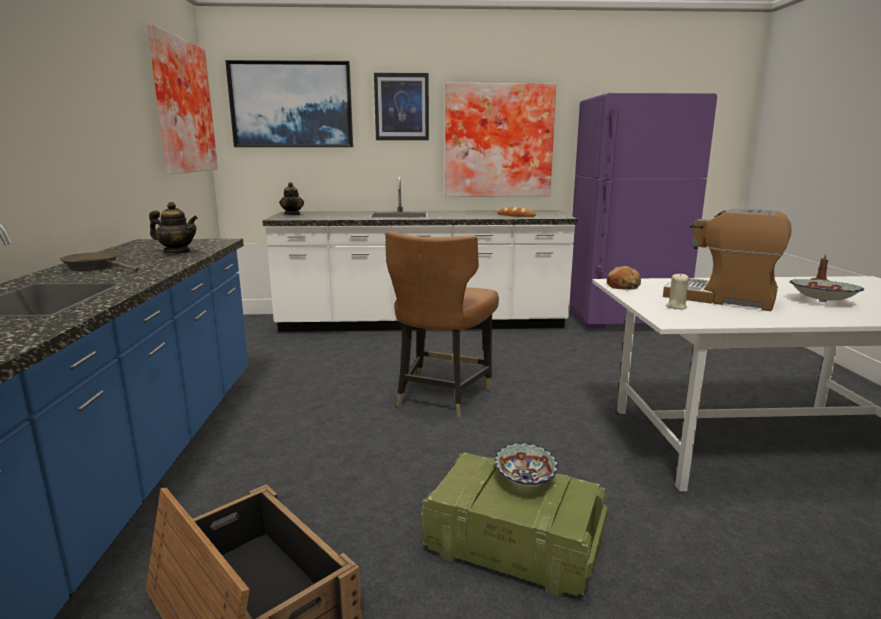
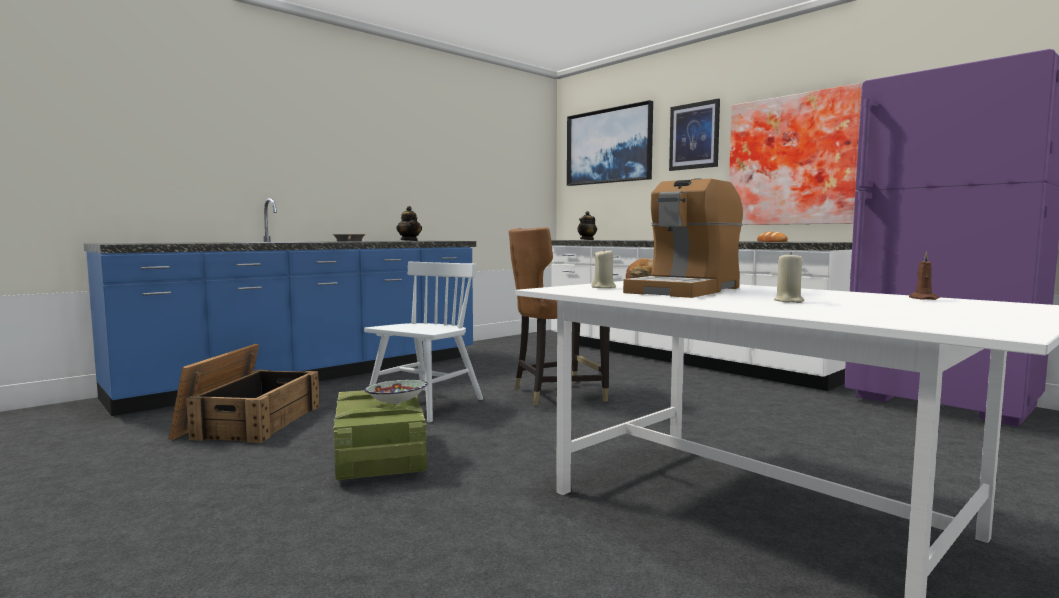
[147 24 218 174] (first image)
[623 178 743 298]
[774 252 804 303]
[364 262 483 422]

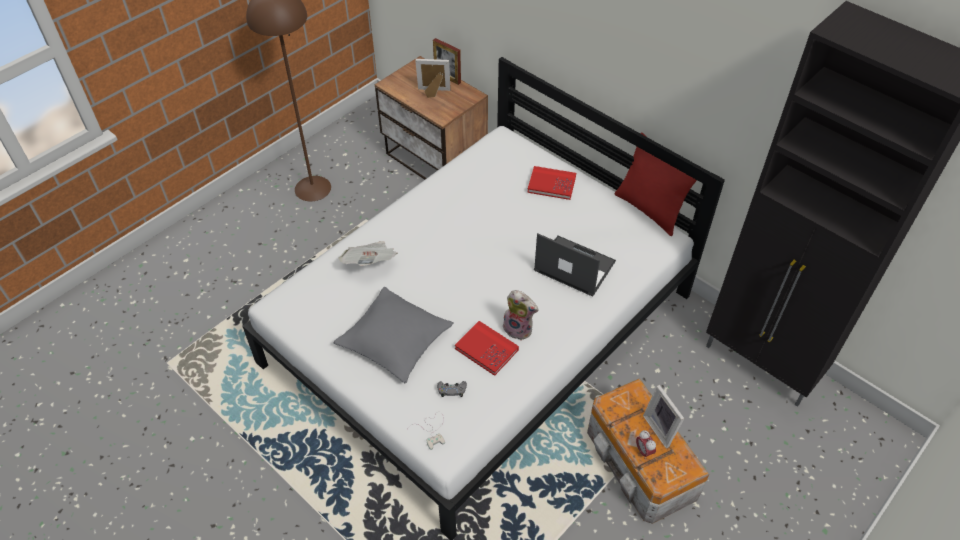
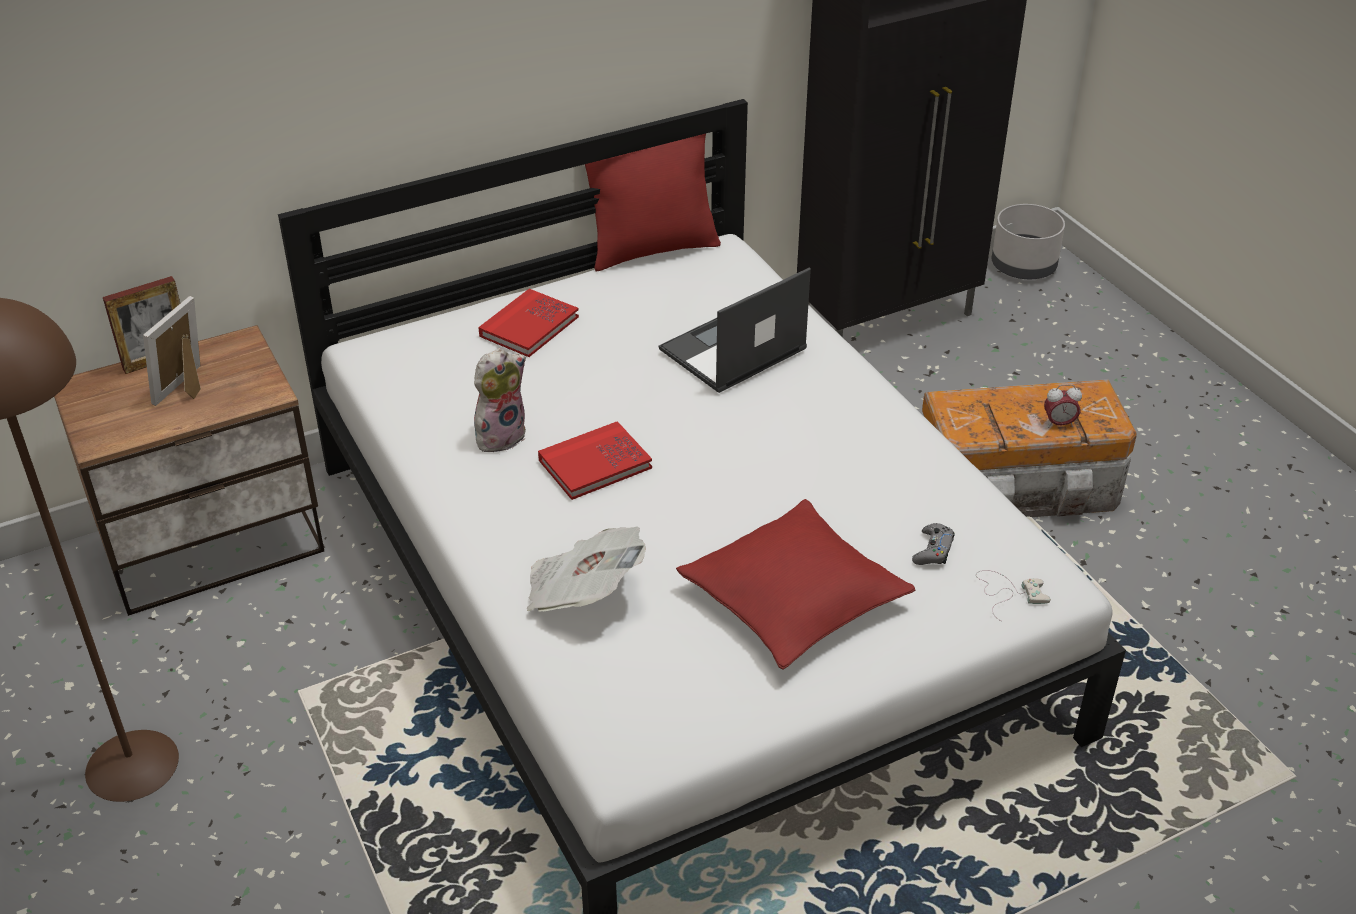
[676 499 916 670]
[538 421 652 500]
[474 348 526 452]
[643 385 684 449] (first image)
[992 204 1065 279]

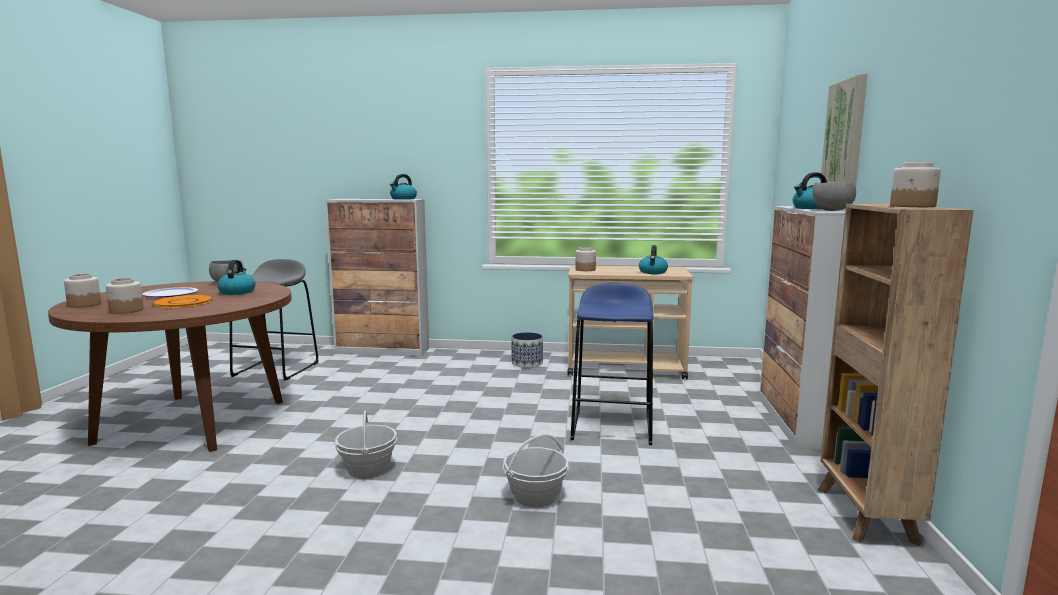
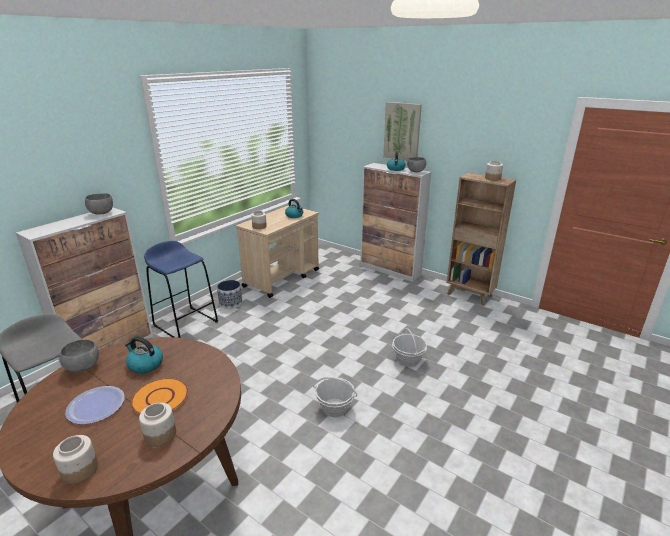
[85 193 113 215]
[144 241 218 338]

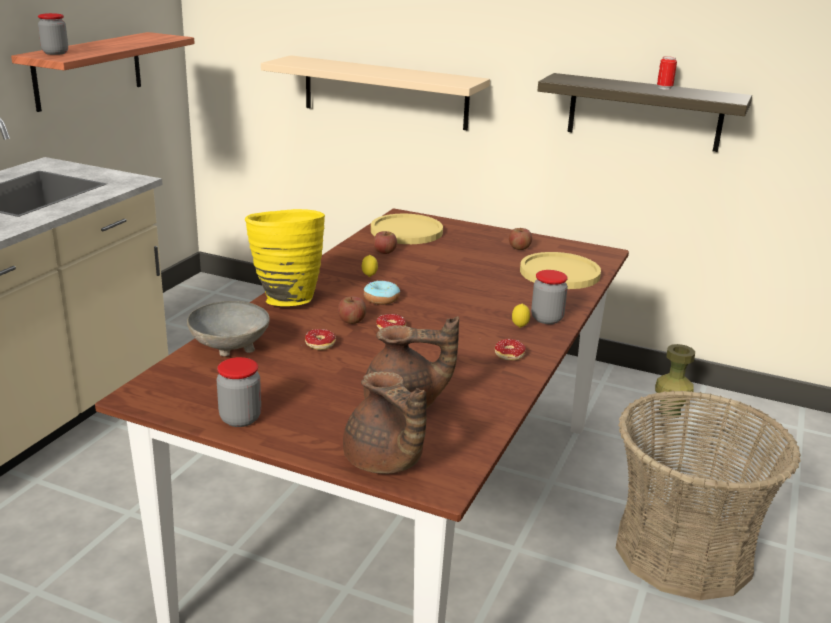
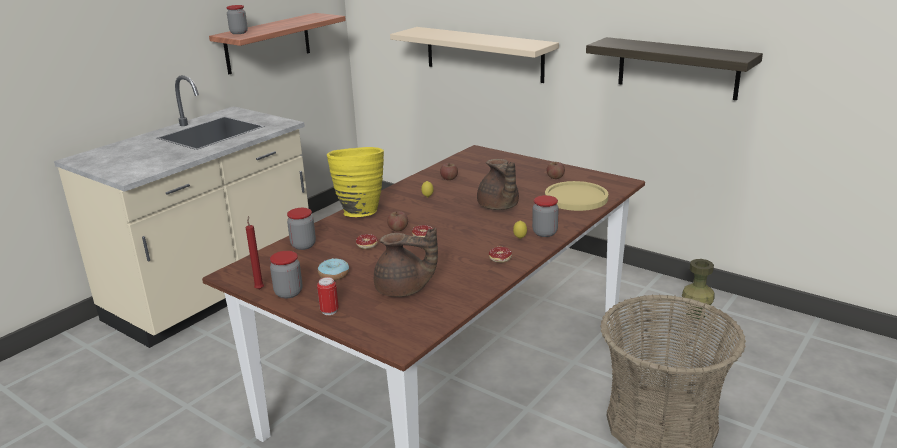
[287 208 316 250]
[477 159 519 210]
[318 258 349 281]
[371 214 443 244] (first image)
[317 277 339 315]
[245 216 264 290]

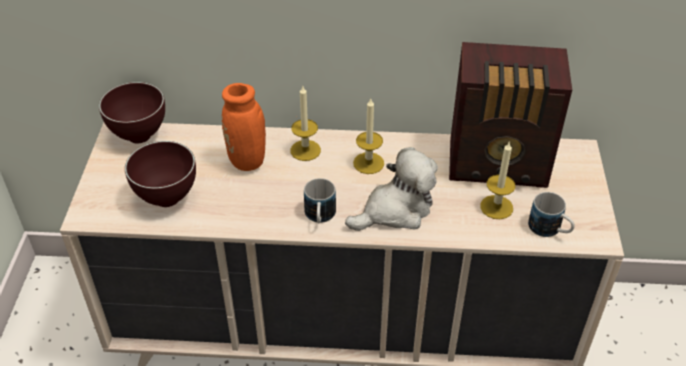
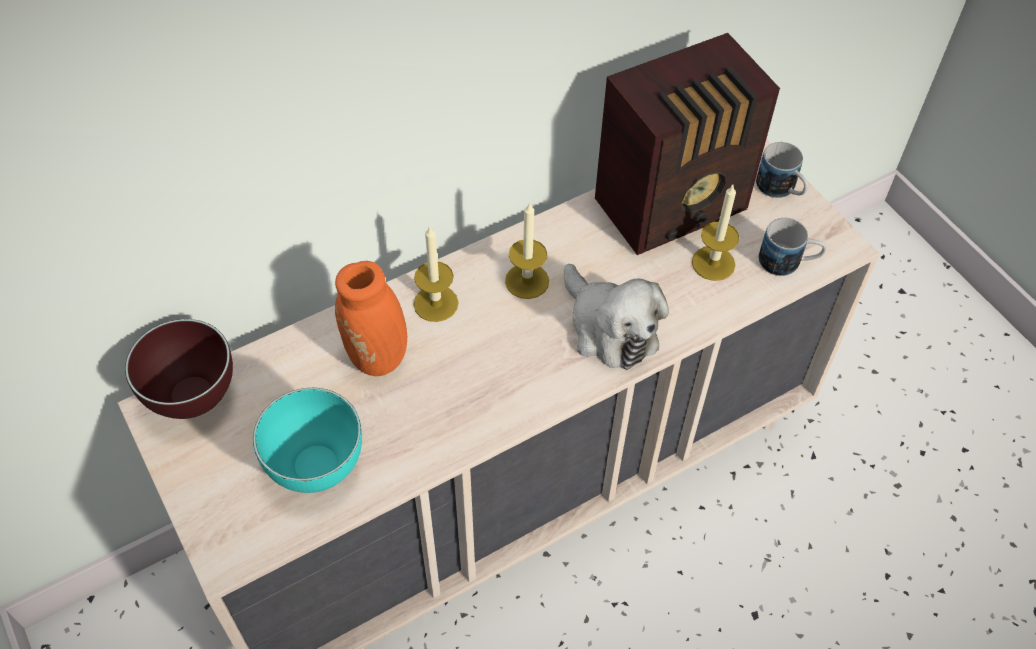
[253 388 362 493]
[756 142 808 198]
[564 264 669 370]

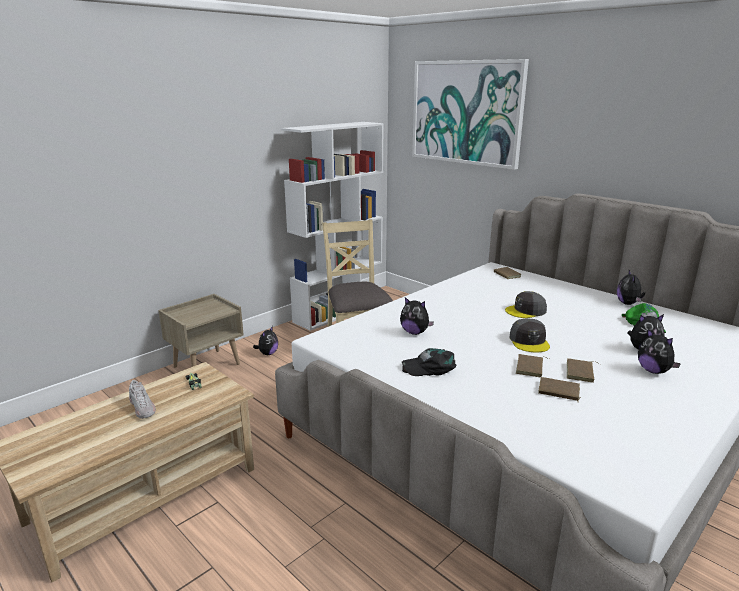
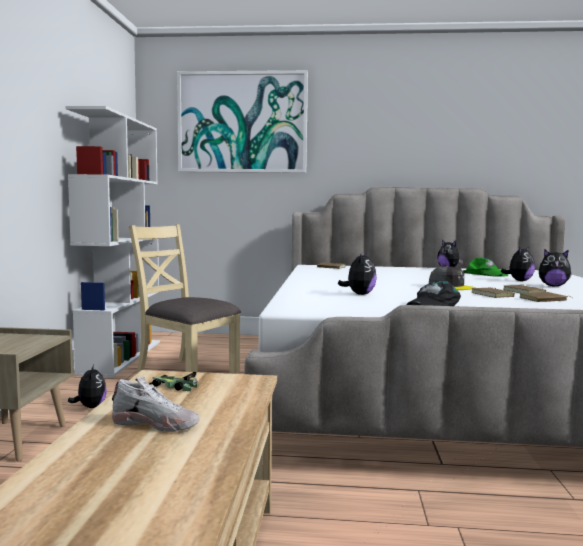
[338 252 377 295]
[505 291 547 318] (first image)

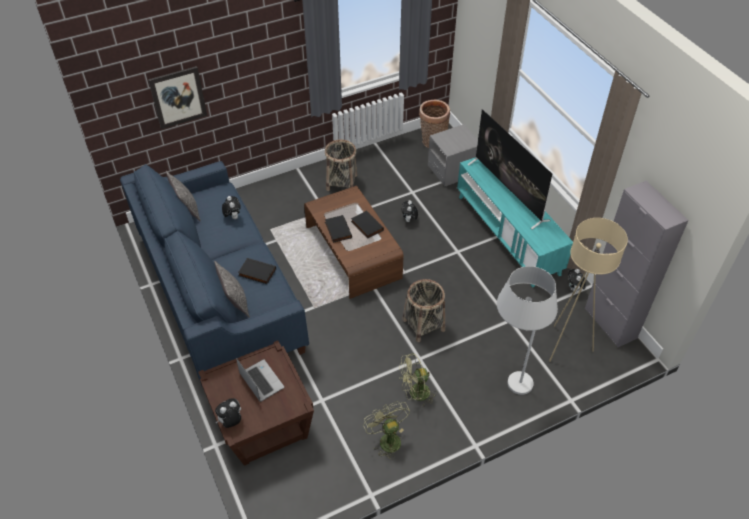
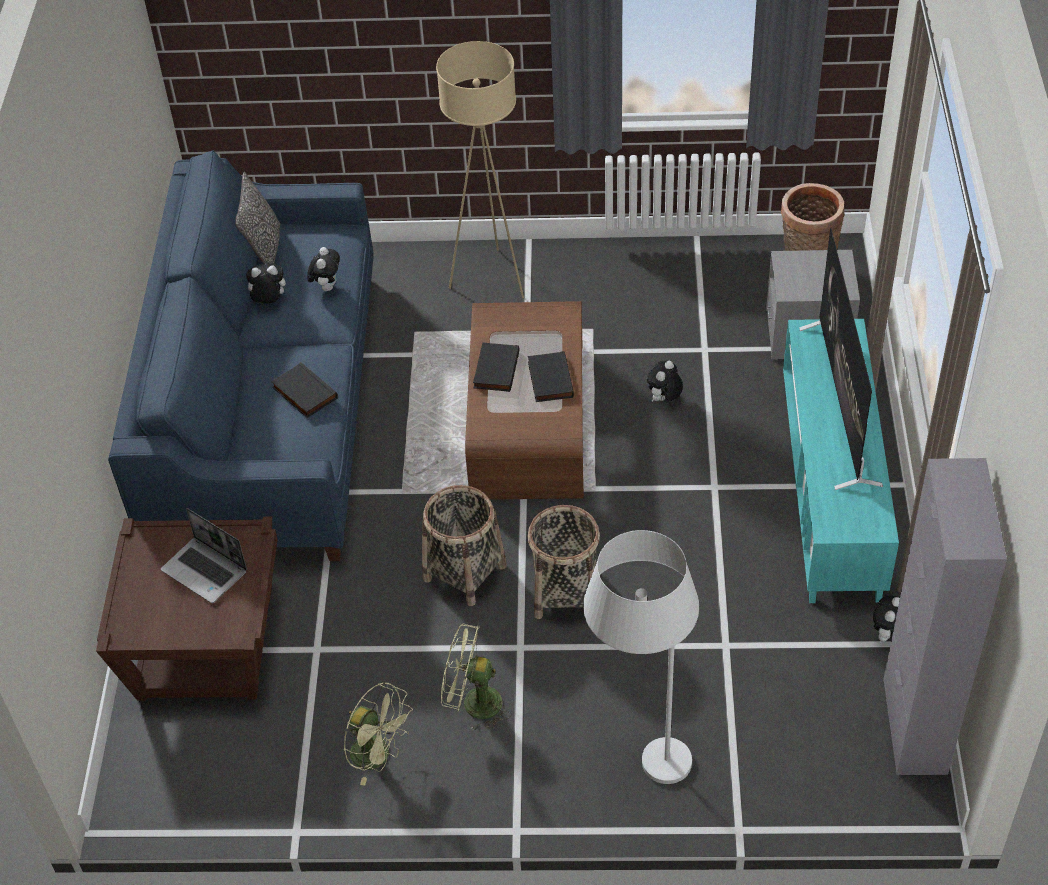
[148 66 207 129] (first image)
[214 261 250 318] (first image)
[246 263 286 303]
[161 508 247 603]
[422 485 507 606]
[344 682 413 786]
[436 41 524 298]

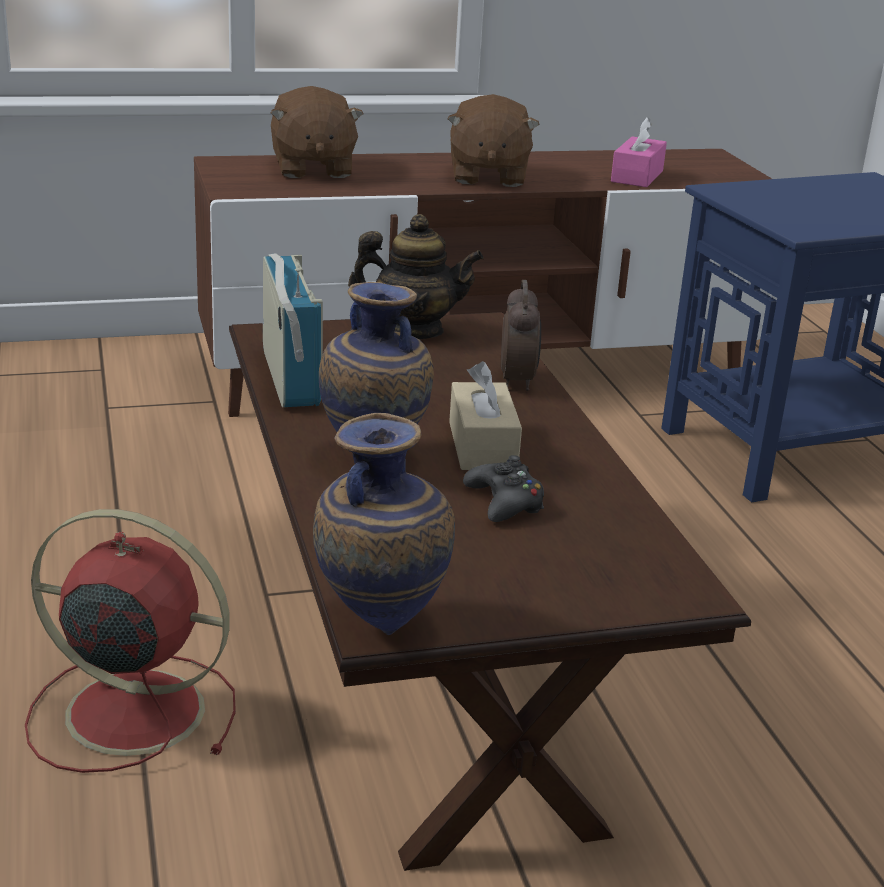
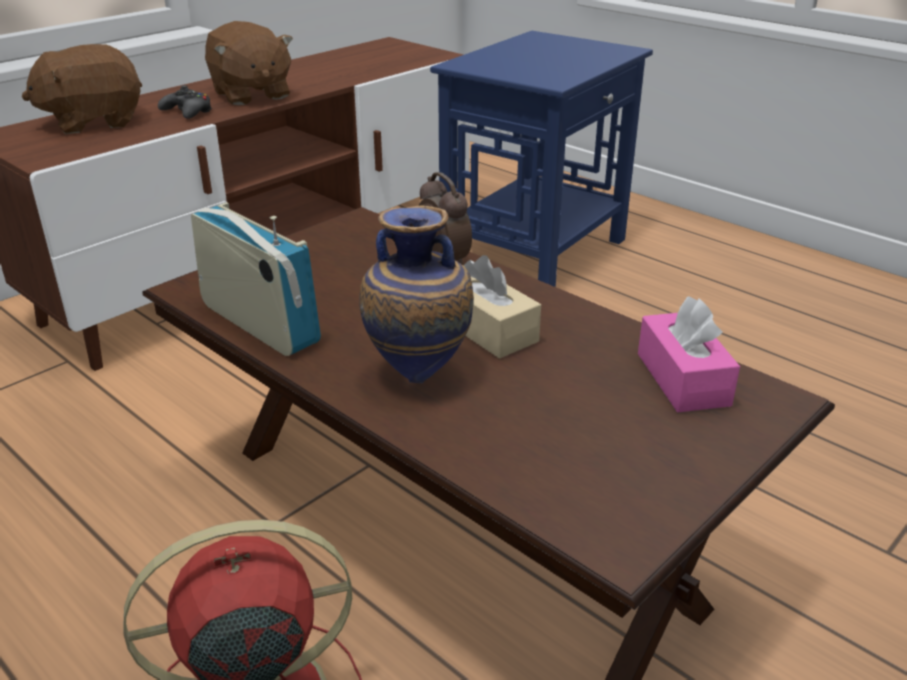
[22 44 142 134]
[313 413 455 635] (first image)
[348 214 484 339] (first image)
[158 85 212 119]
[638 296 740 412]

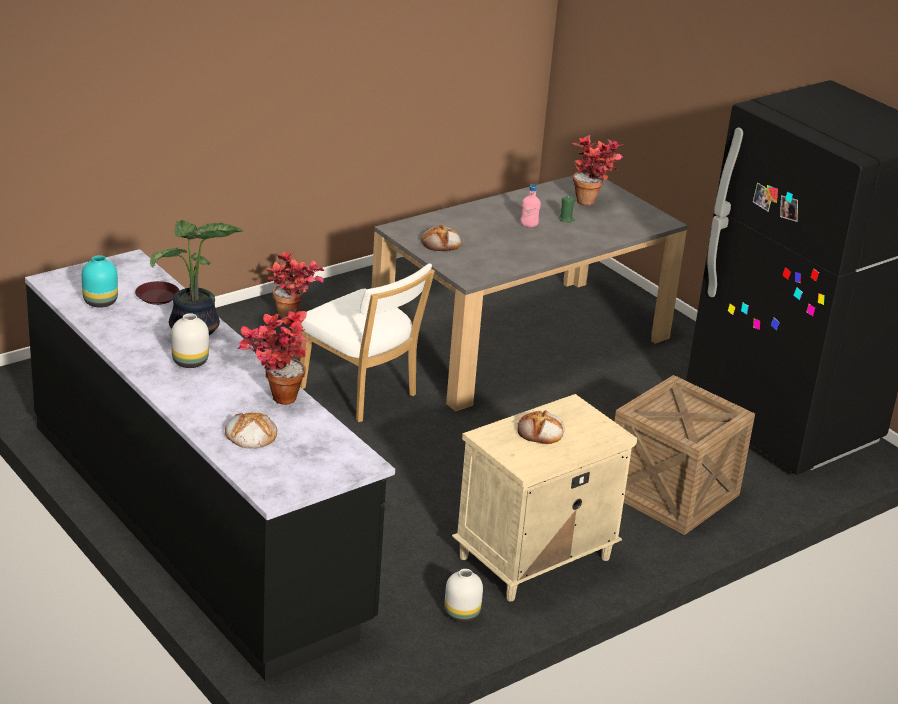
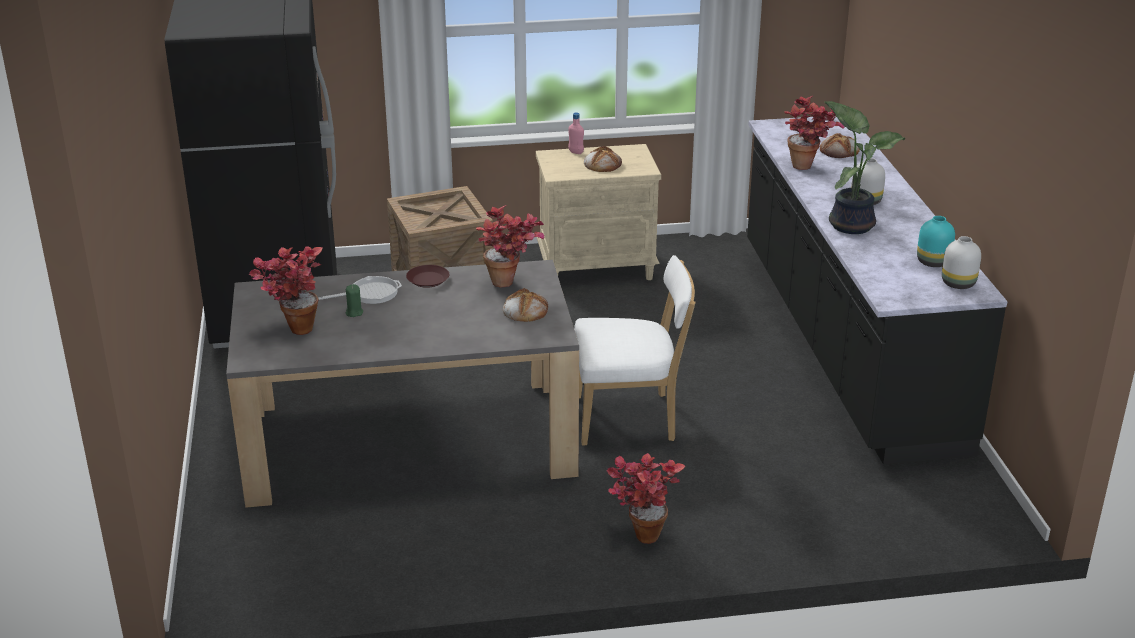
[406 265 449 288]
[574 255 696 446]
[942 236 981 289]
[568 113 584 154]
[318 276 402 304]
[476 205 545 288]

